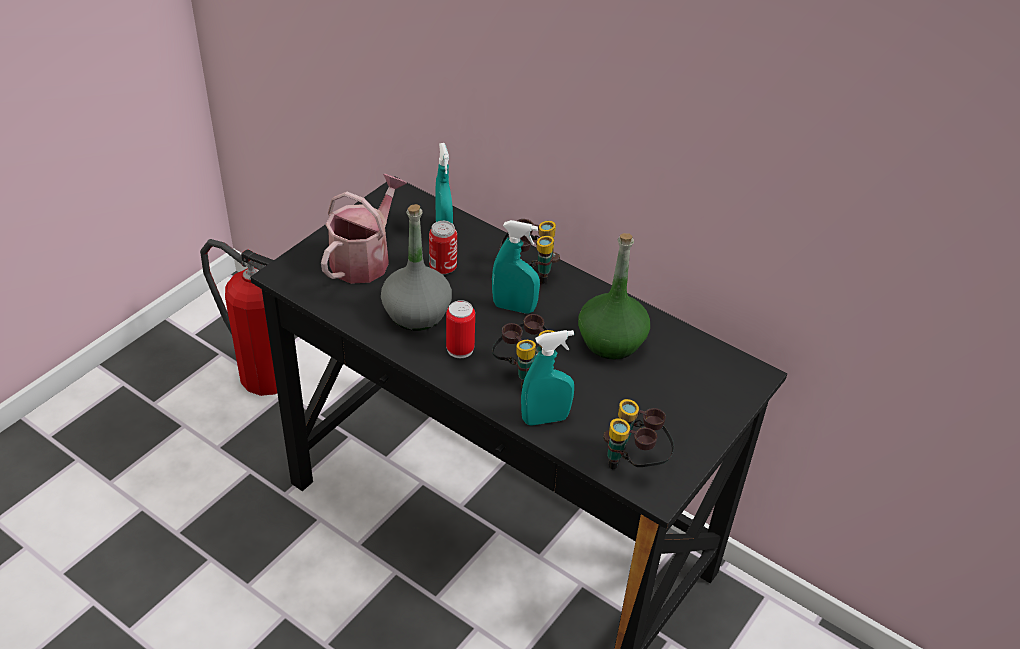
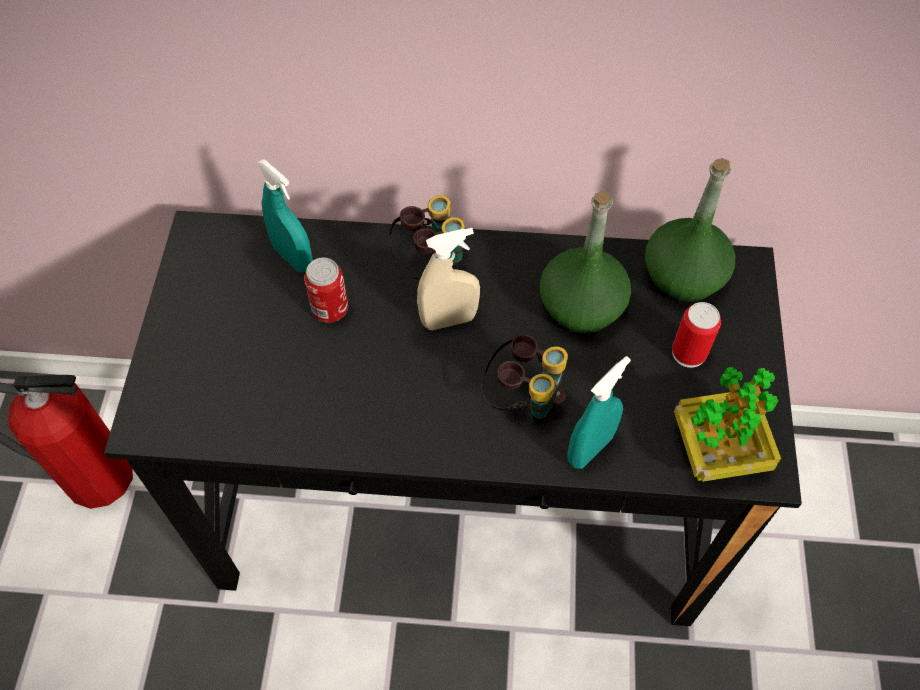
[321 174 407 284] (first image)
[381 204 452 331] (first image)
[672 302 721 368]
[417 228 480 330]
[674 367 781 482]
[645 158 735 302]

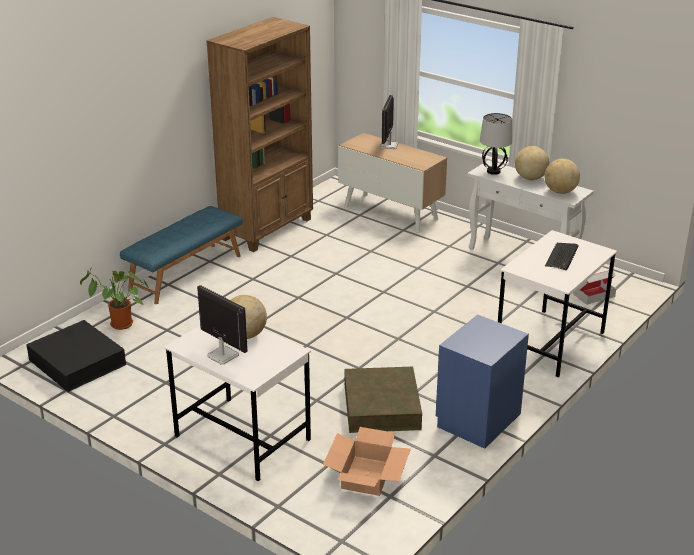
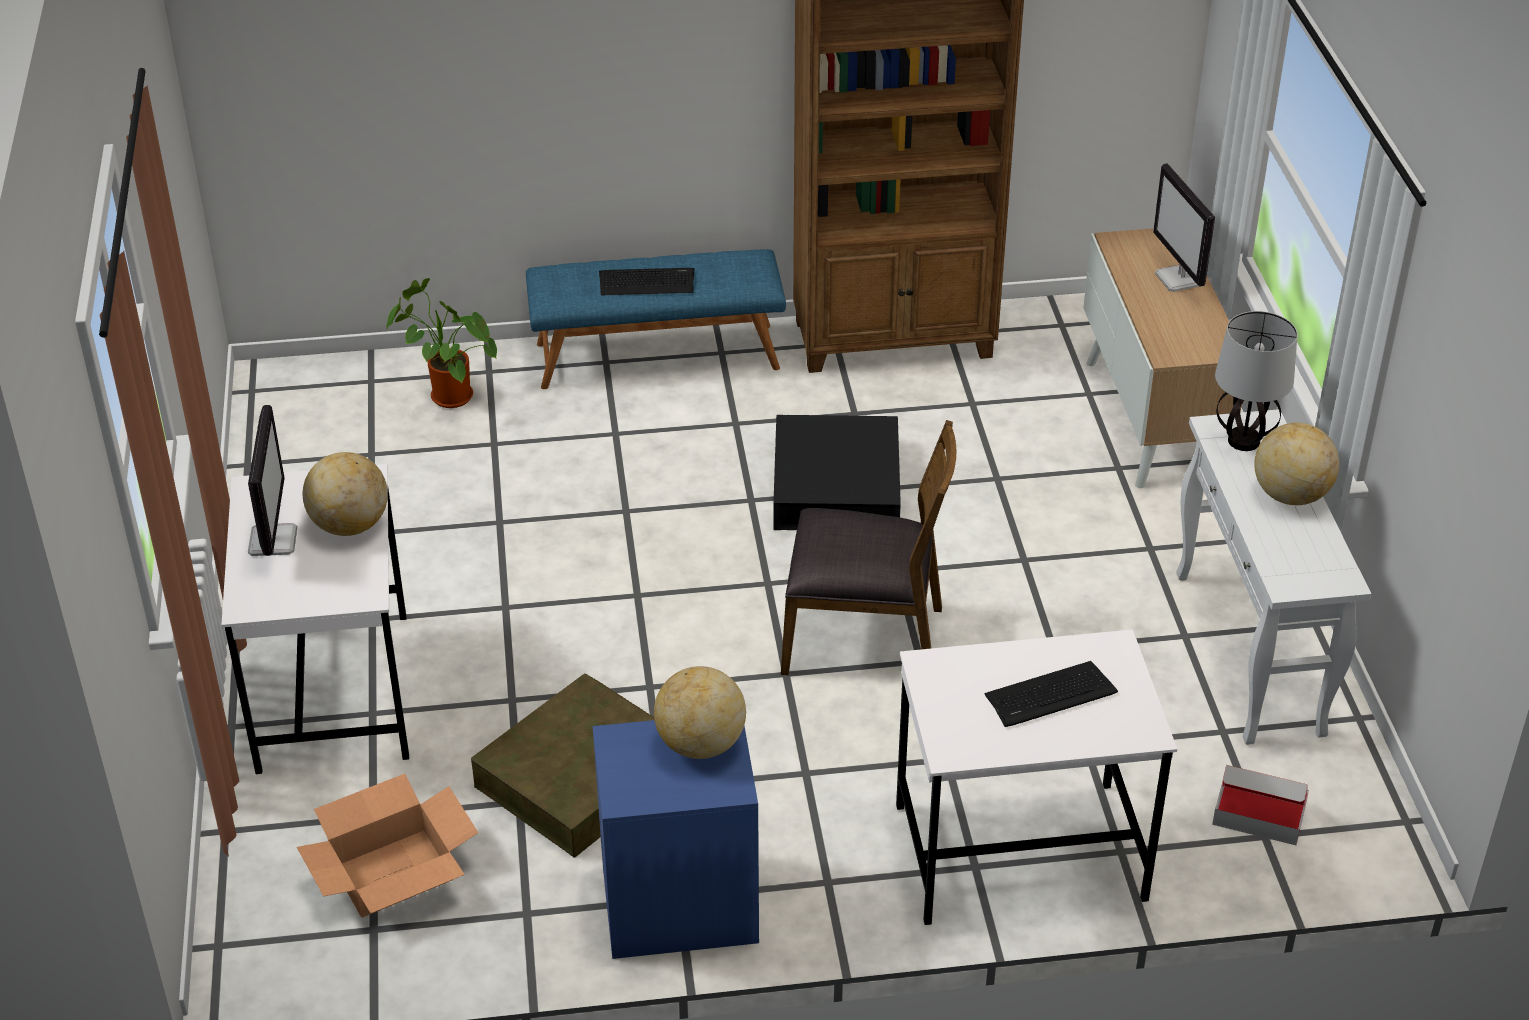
[773 415 901 530]
[1153 163 1215 292]
[654 666 746 759]
[599 268 695 296]
[781 420 956 675]

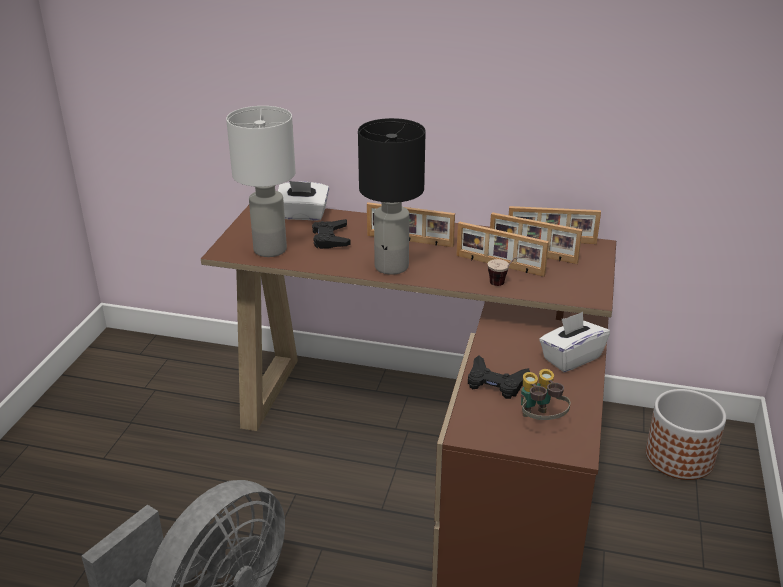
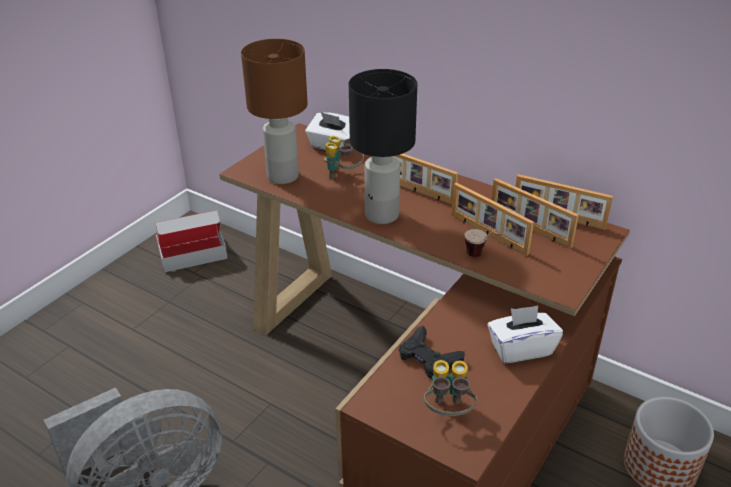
[241 39 308 184]
[324 136 364 179]
[155 210 228 272]

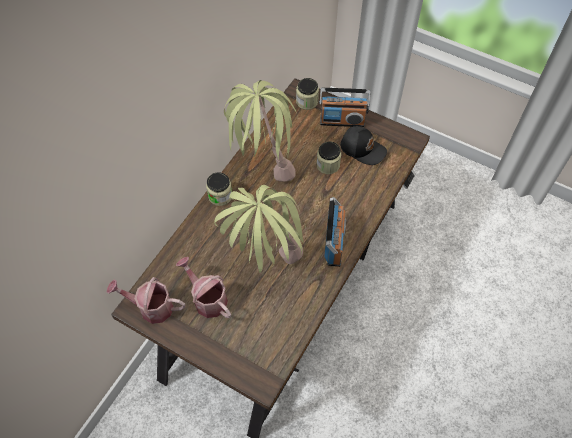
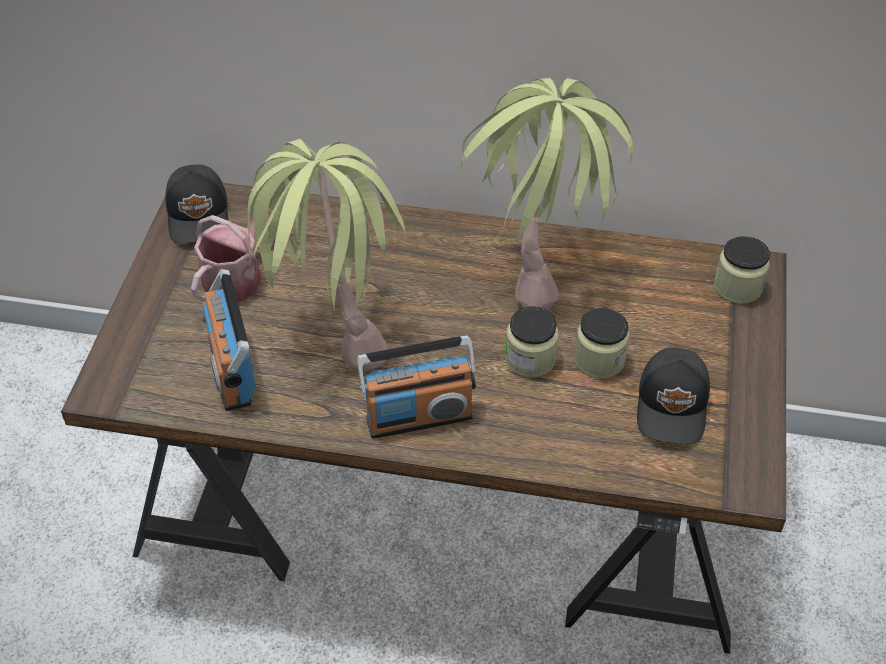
[165 165 228 244]
[505 306 559 378]
[202 269 256 411]

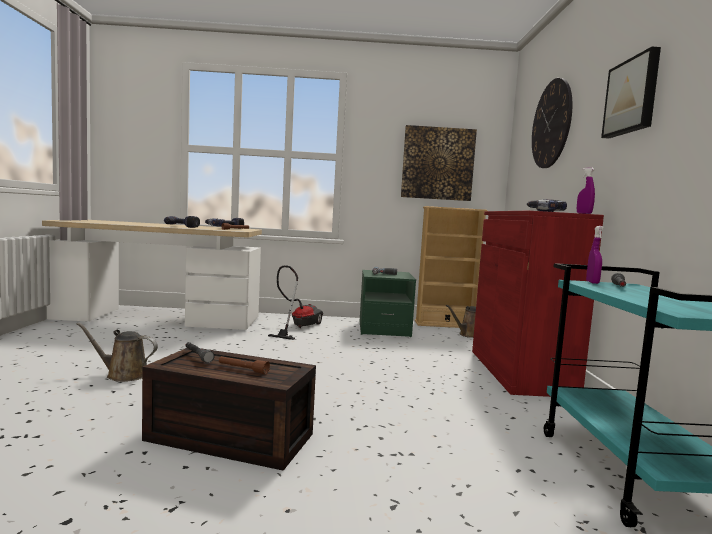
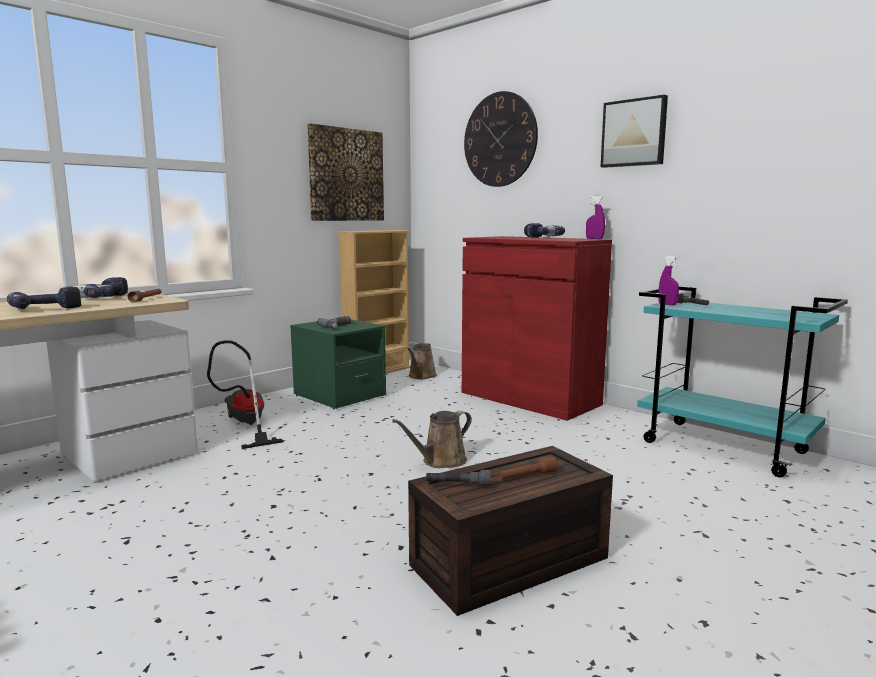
[392 411 472 468]

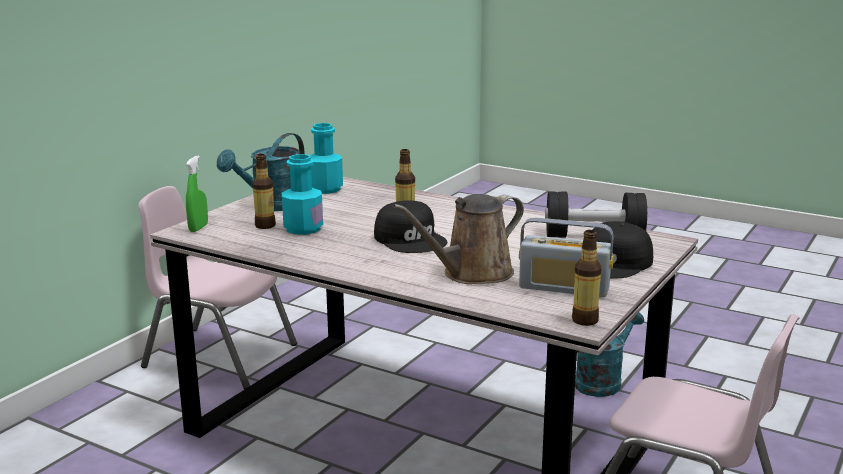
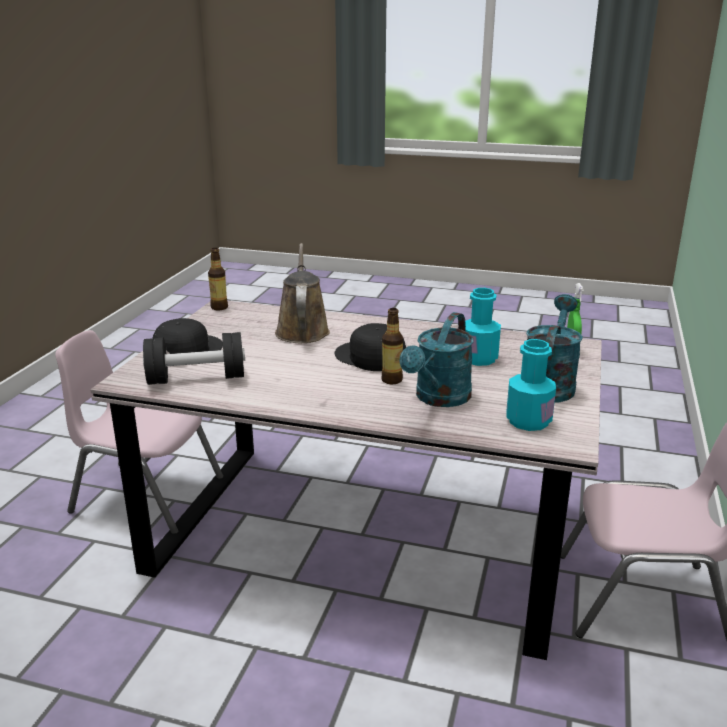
[252 154 276 229] (first image)
[275 243 330 343]
[519 218 614 297] (first image)
[400 312 473 407]

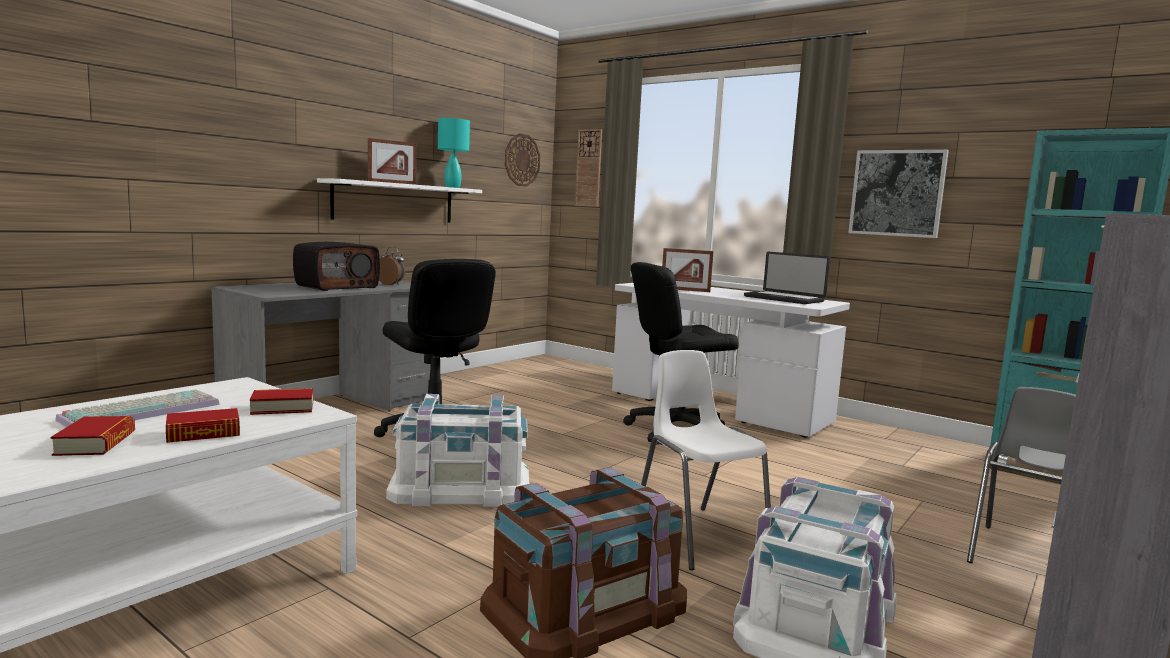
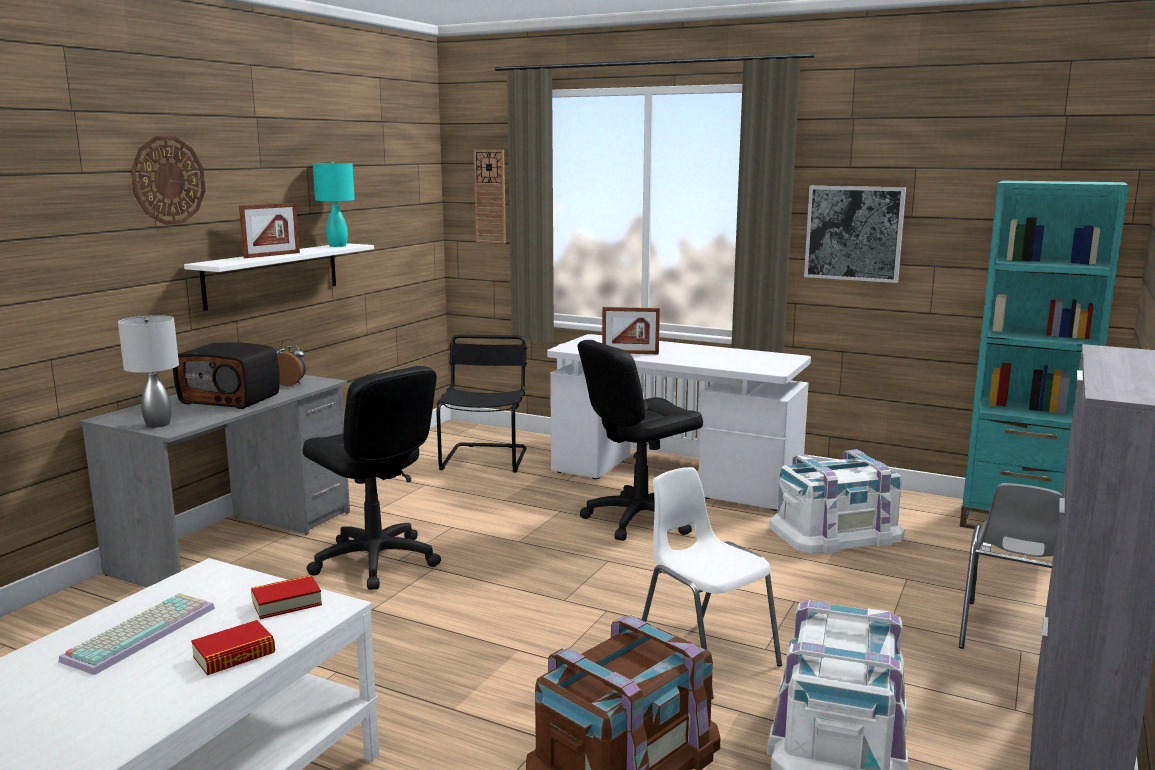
[50 416 135 456] (first image)
[173 342 280 409]
[769 449 905 554]
[131 136 206 225]
[744 252 830 304] (first image)
[118 315 179 428]
[437 335 528 472]

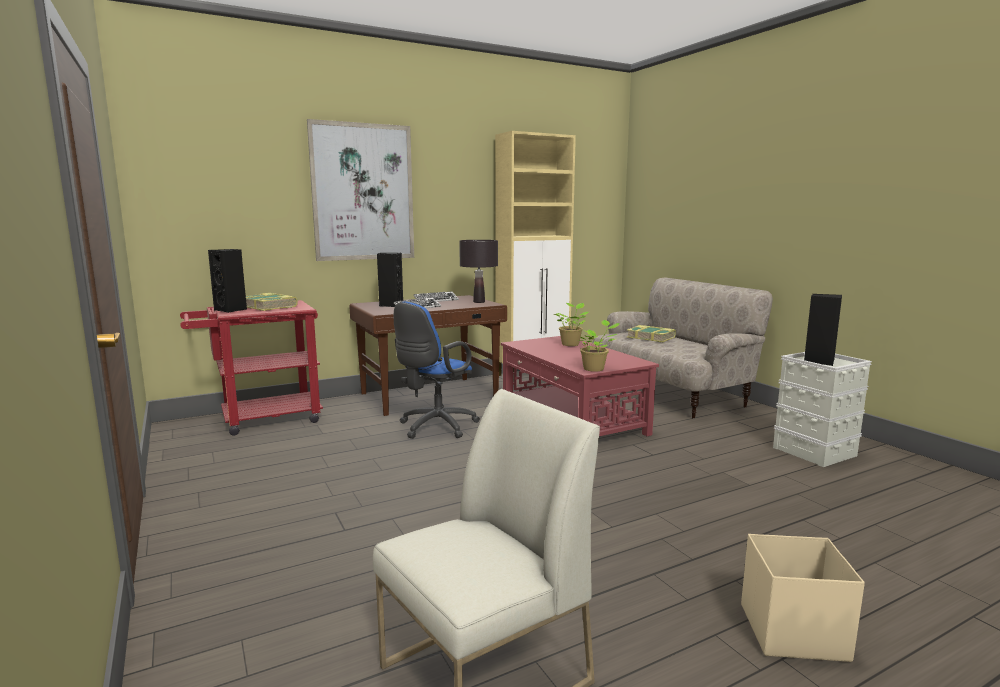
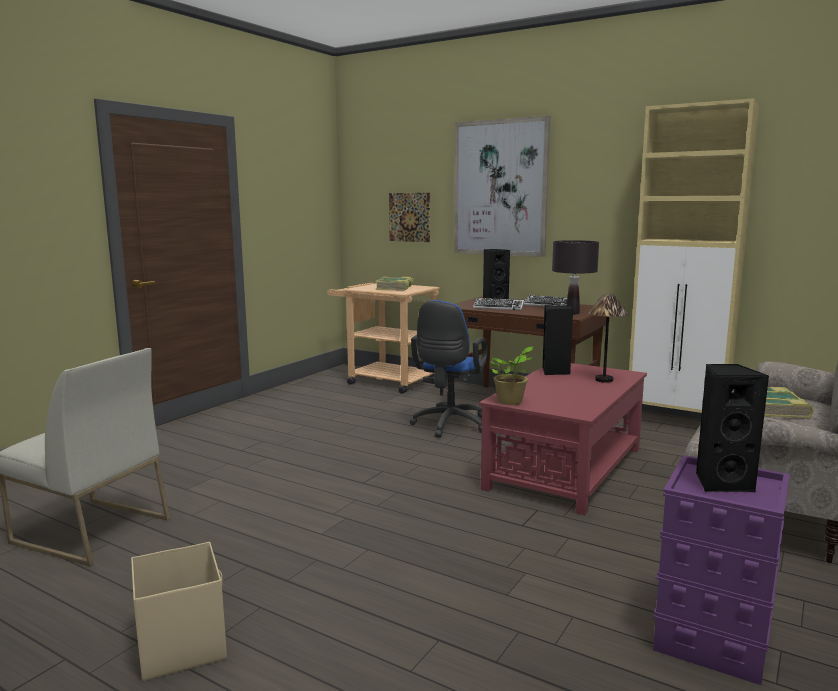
[327 283 440 394]
[542 305 573 375]
[409 300 488 438]
[587 294 629 383]
[653 455 790 685]
[389 193 430 242]

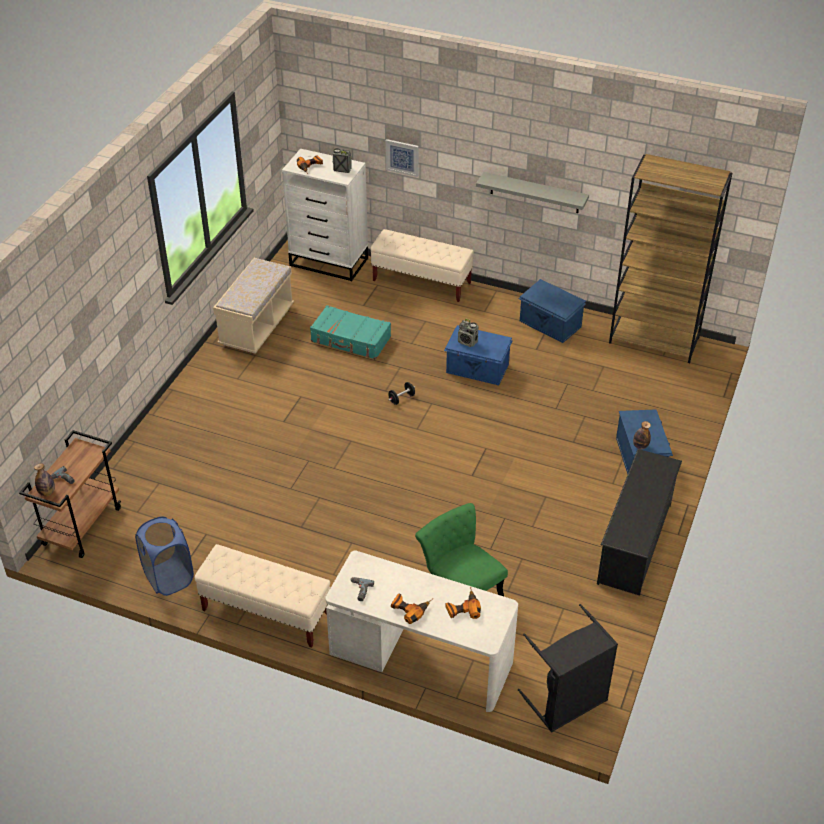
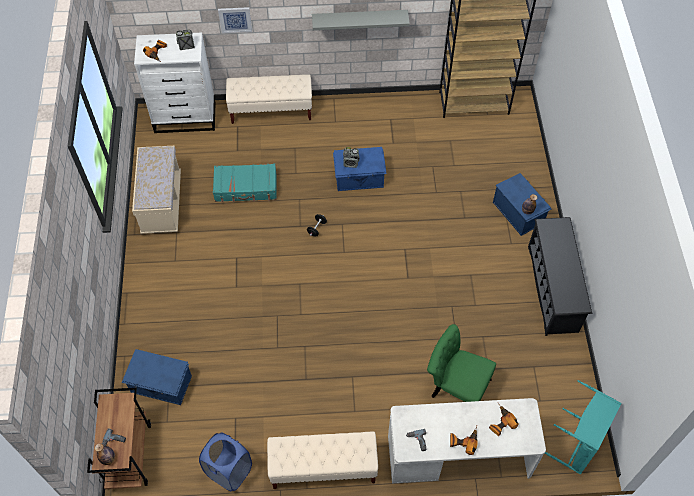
[122 349 192 405]
[545 380 622 475]

